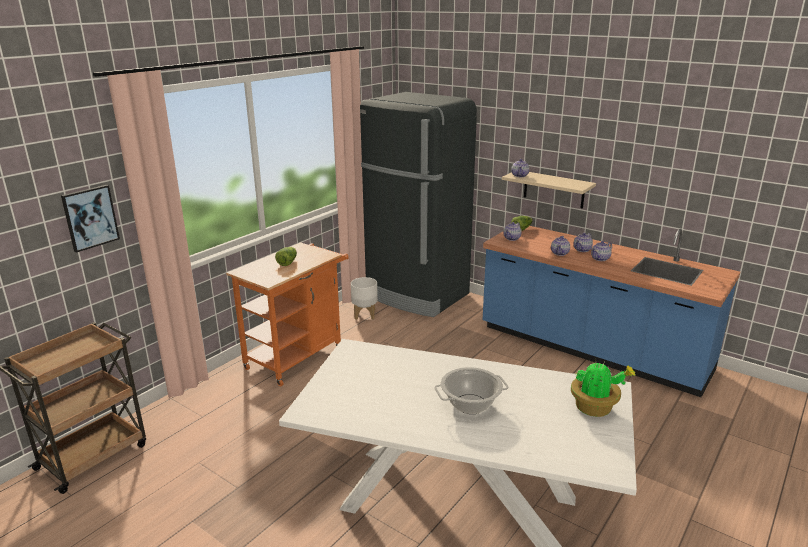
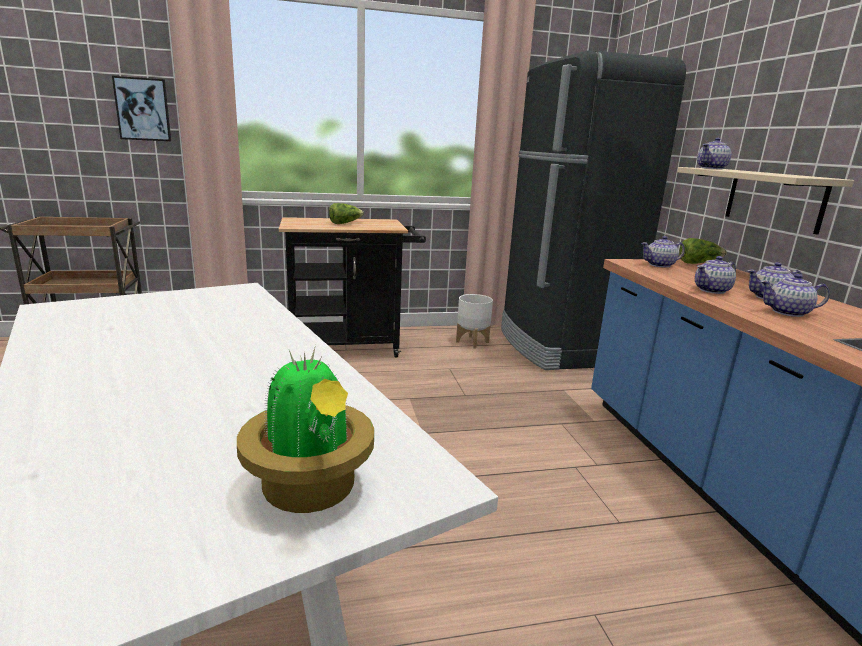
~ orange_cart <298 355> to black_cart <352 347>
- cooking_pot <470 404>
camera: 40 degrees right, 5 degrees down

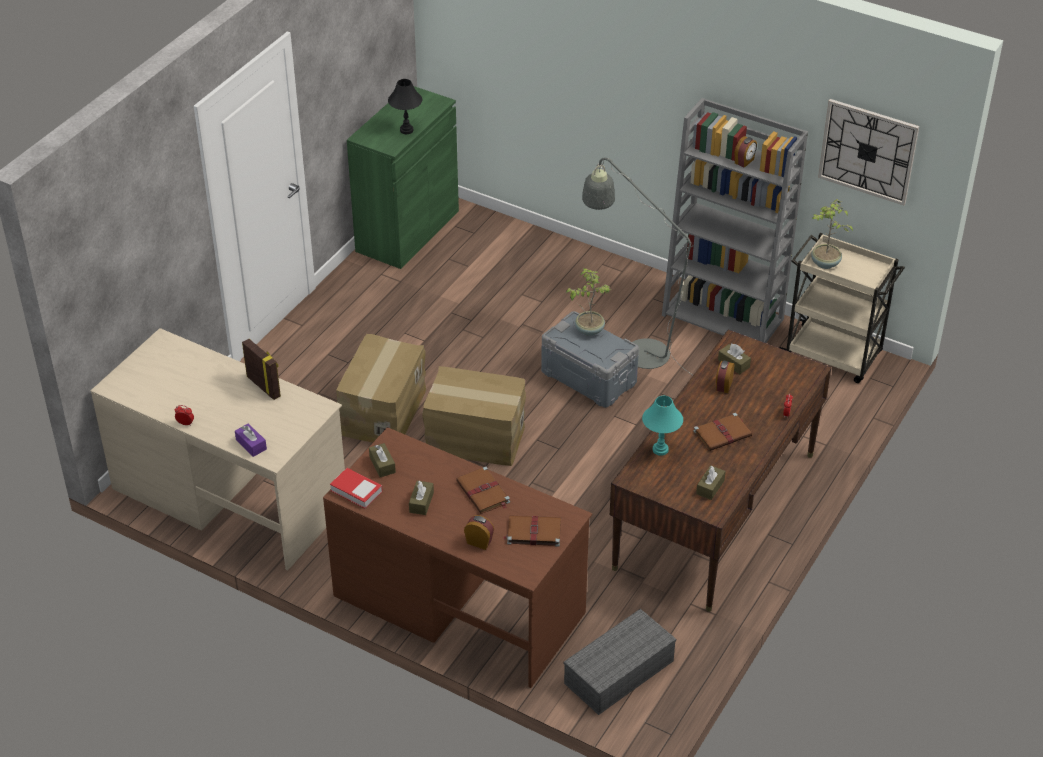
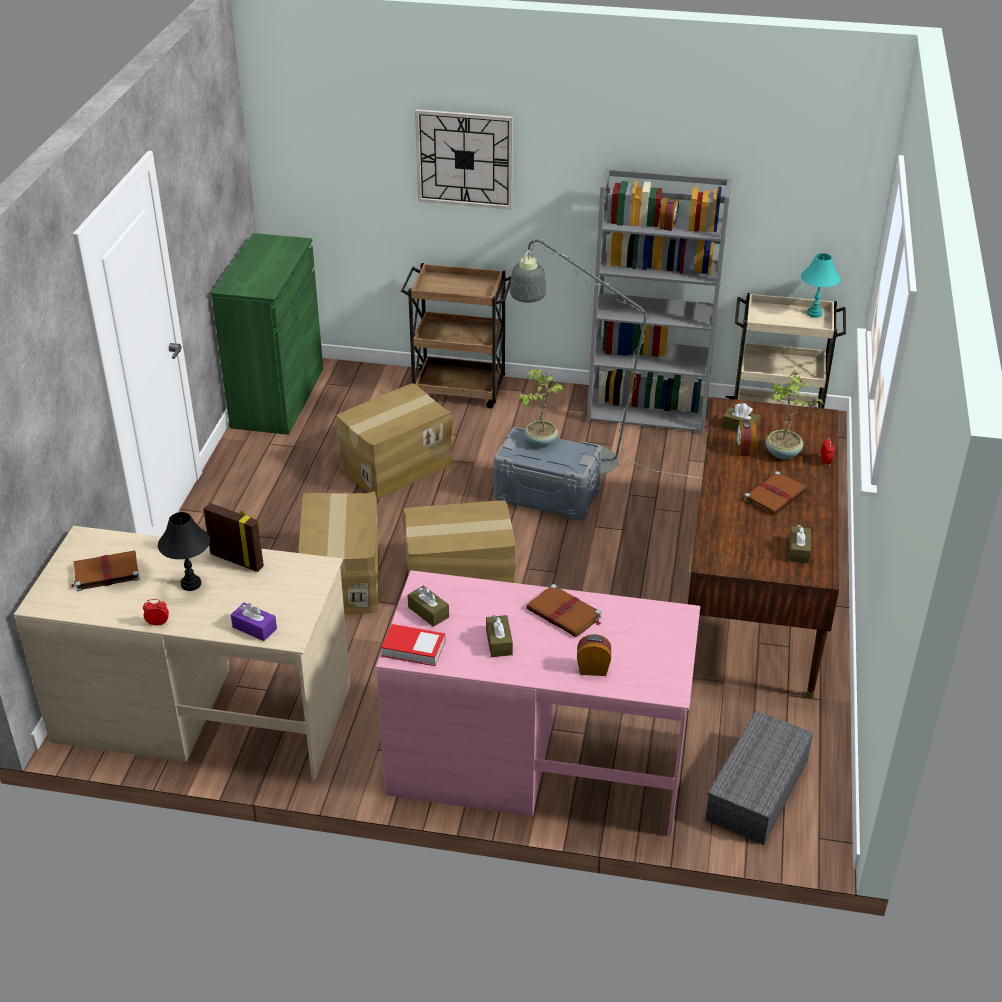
~ brown_desk <459 603> to pink_desk <537 763>
~ black_table_lamp <406 130> to <191 584>
~ brown_book <533 532> to <105 573>
~ turquoise_table_lamp <660 449> to <814 313>
~ potted_plant <825 264> to <782 454>
~ wall_clock <868 151> to <464 159>
+ cardboard_box <395 465>
+ brown_cart <459 389>
camera: 20 degrees left, 5 degrees down

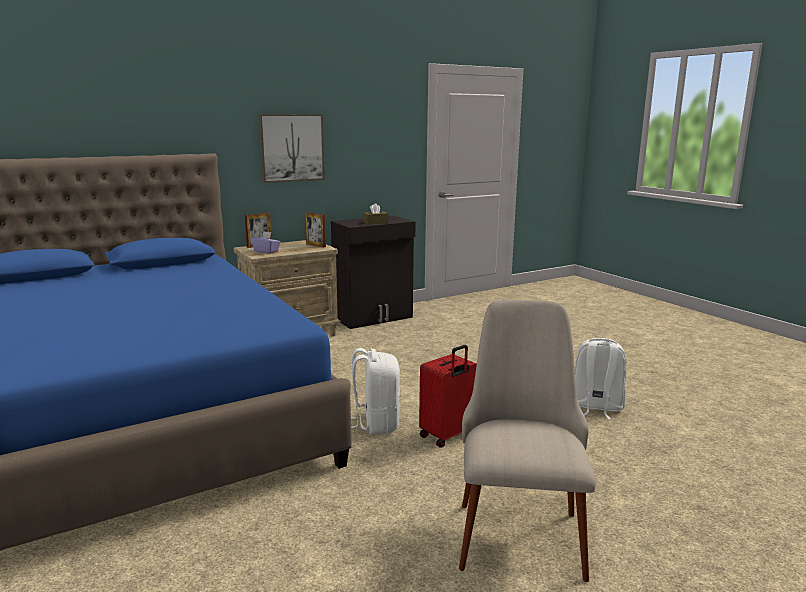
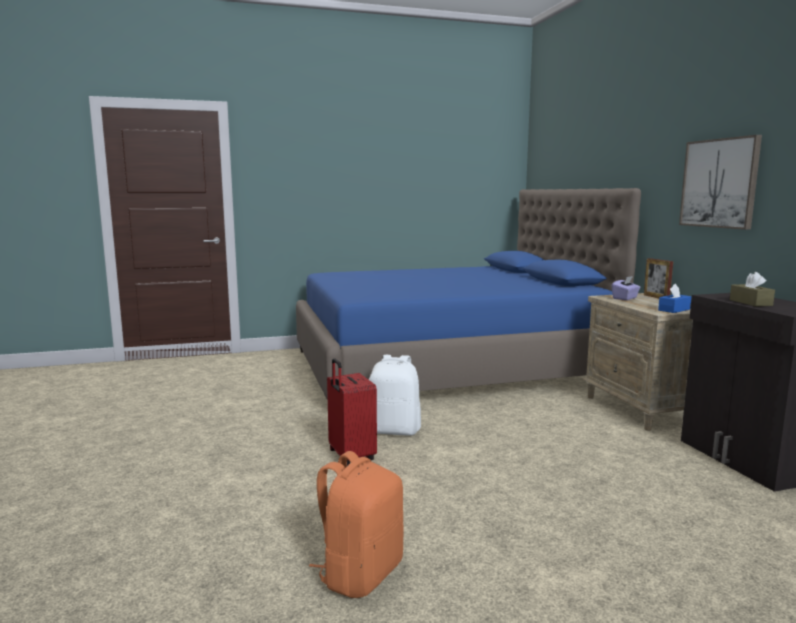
~ picture_frame <316 245> to blue_tissue_box <674 310>
- beige_chair <518 523>
~ white_backpack <595 406> to orange_backpack <360 573>
camera: 105 degrees right, 5 degrees down

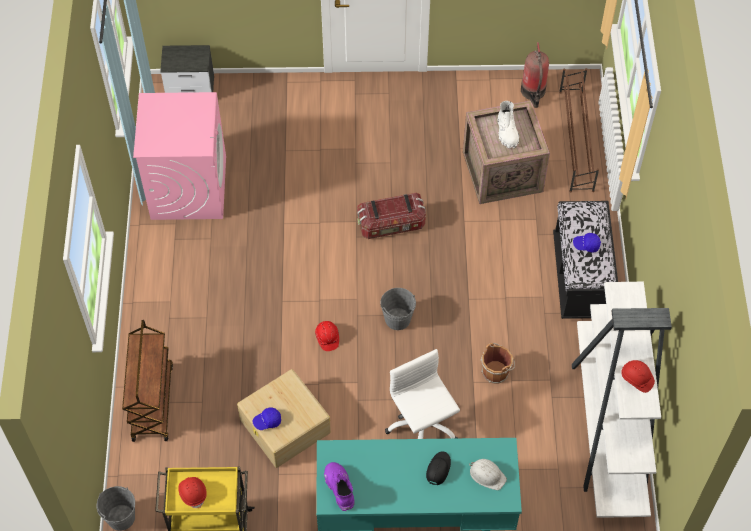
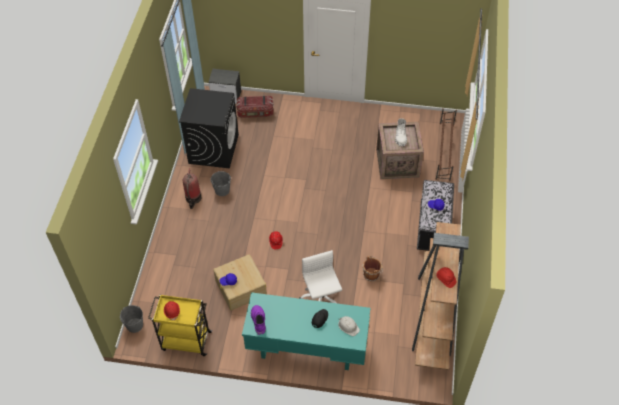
- brown_cart <152 402>
~ pink_washing_machine <188 187> to black_washing_machine <213 149>
~ storage_box <391 224> to <255 112>
~ grey_bucket <397 319> to <222 190>
~ fire_extinguisher <533 92> to <193 199>
~ white_bookcase <609 428> to brown_bookcase <434 316>
camera: 10 degrees right, 5 degrees down

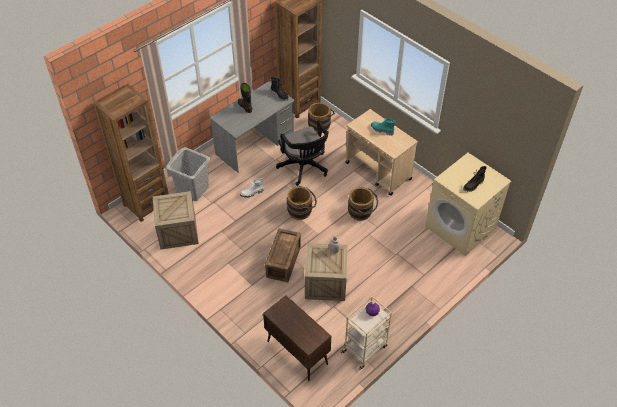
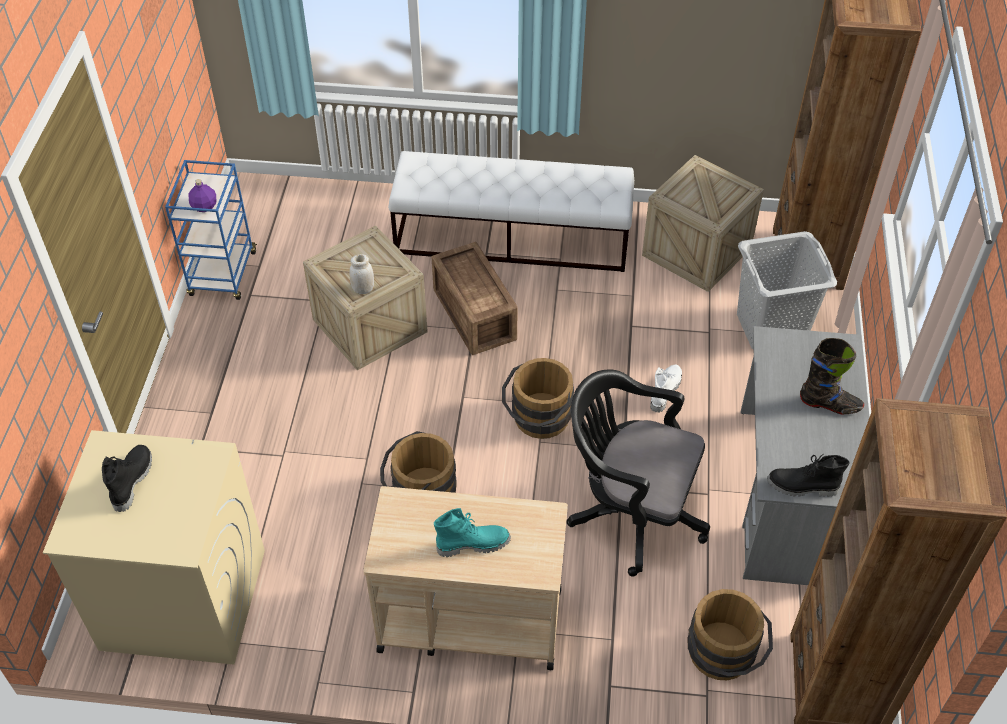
- brown_cabinet <296 352>
~ beige_cart <365 348> to blue_cart <223 275>
+ white_bench <513 238>
camera: 140 degrees right, 0 degrees up

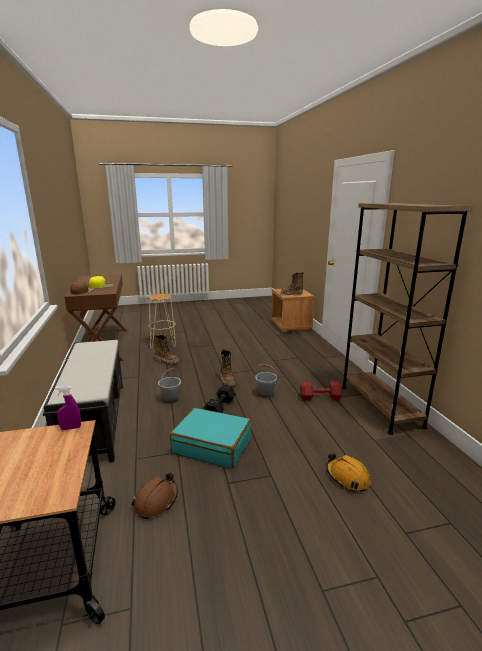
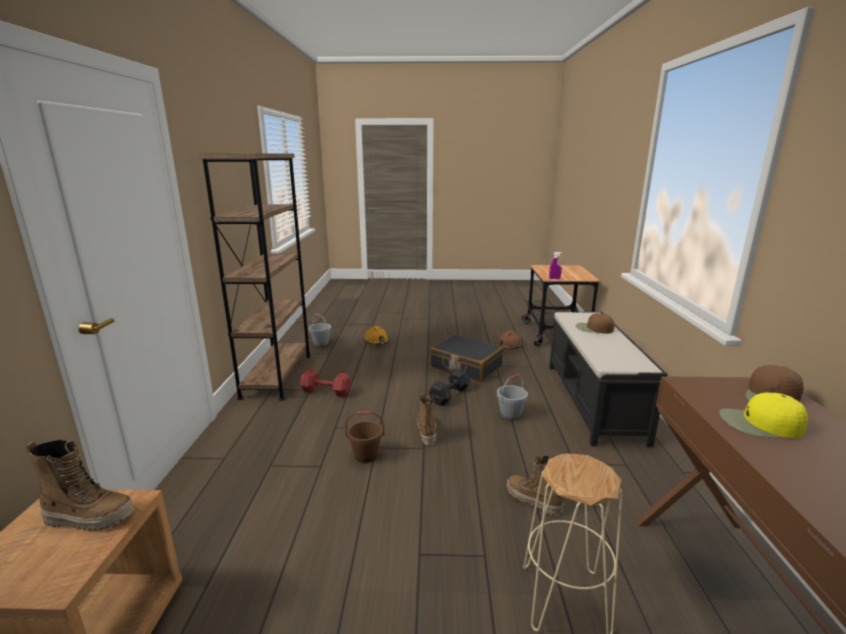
~ turquoise_suitcase <212 445> to black_suitcase <466 366>
~ grey_bucket <266 393> to <321 344>
+ brown_bucket <365 455>
+ brown_cap <593 328>
camera: 165 degrees left, 0 degrees up

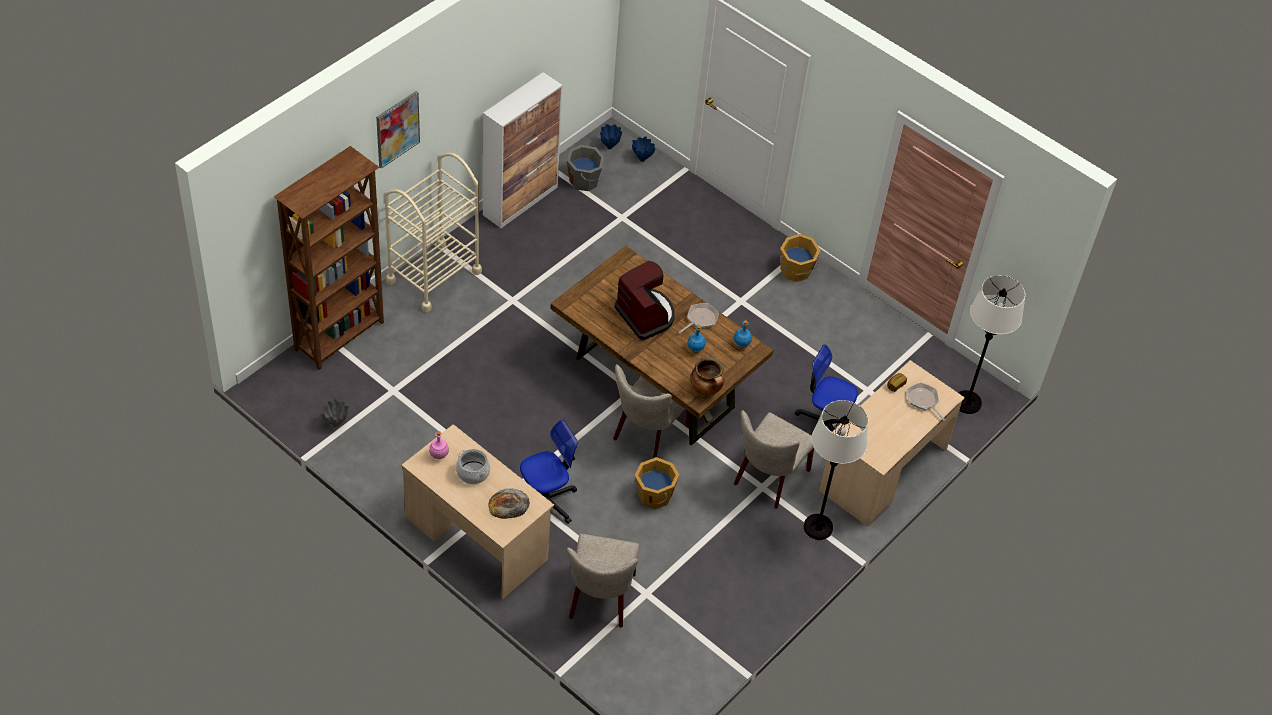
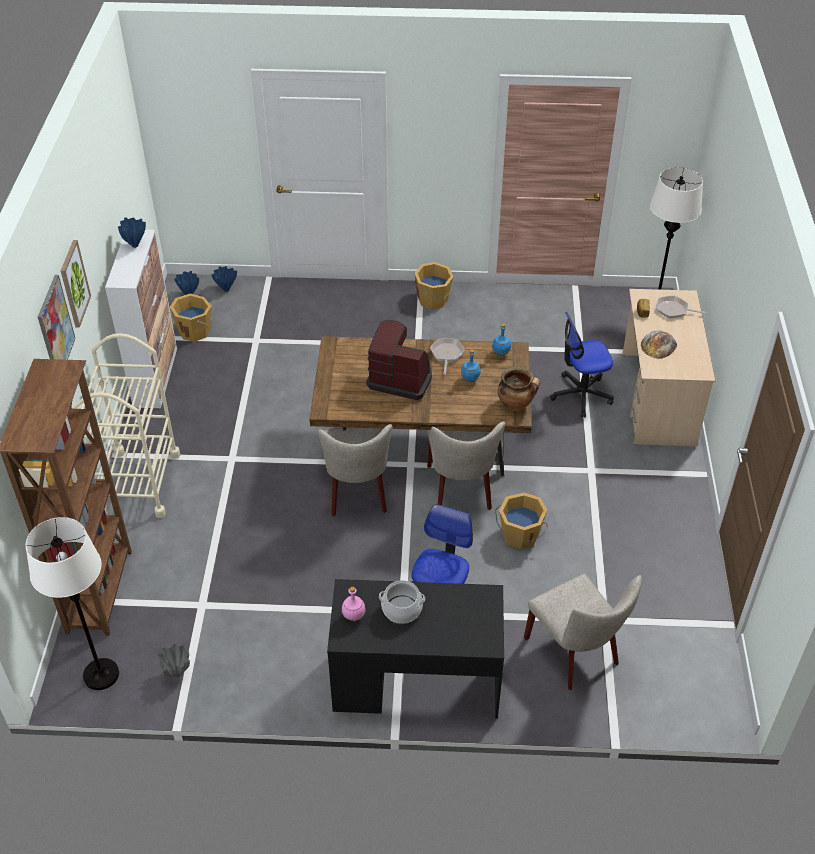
~ beige_desk <476 538> to black_desk <416 681>
~ bread <508 504> to <658 345>
~ grey_bucket <584 180> to orange_bucket <195 331>
~ beige_chair <768 479> to <357 493>
~ white_floor_lamp <818 527> to <101 675>
+ picture <74 283>
+ blue_vase <135 246>
camera: 35 degrees left, 5 degrees down

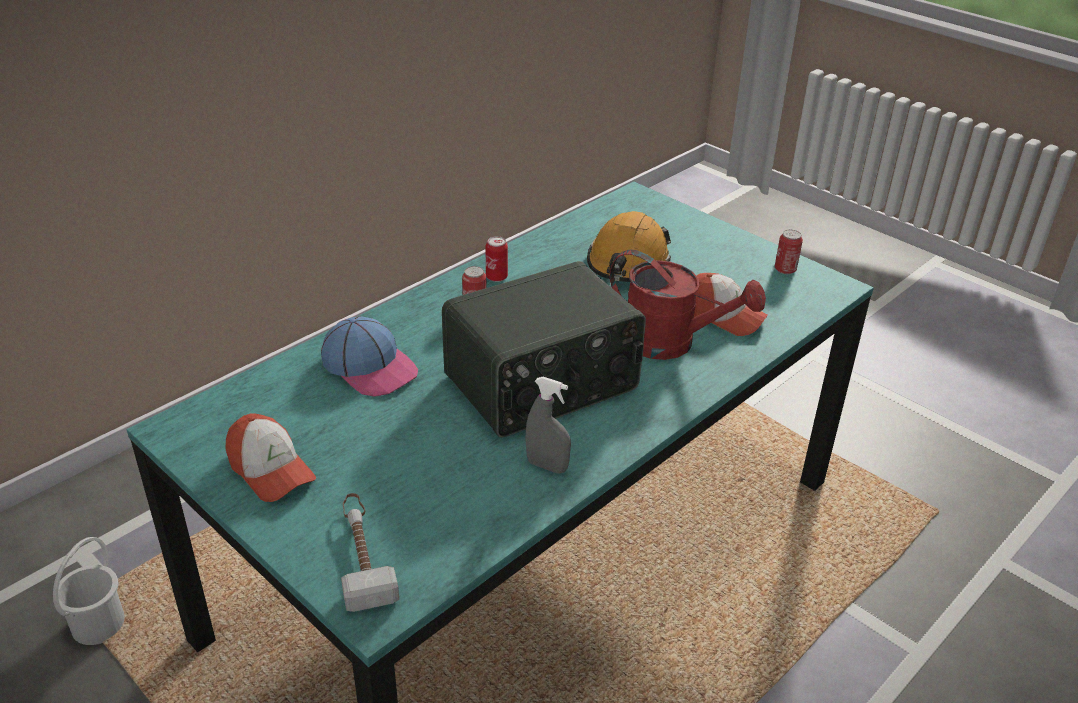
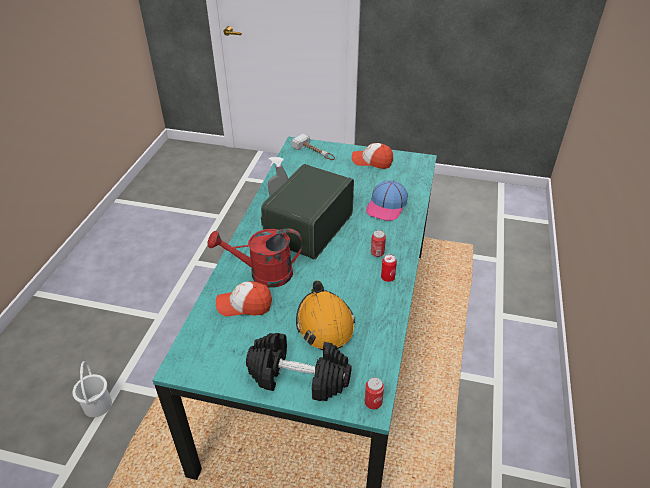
~ white_bucket <97 624> to <98 404>
~ cap <370 367> = <387 206> 75 degrees counterclockwise
~ can <785 269> to <373 402>
+ black_dumbbell <299 377>
camera: 150 degrees right, 5 degrees up

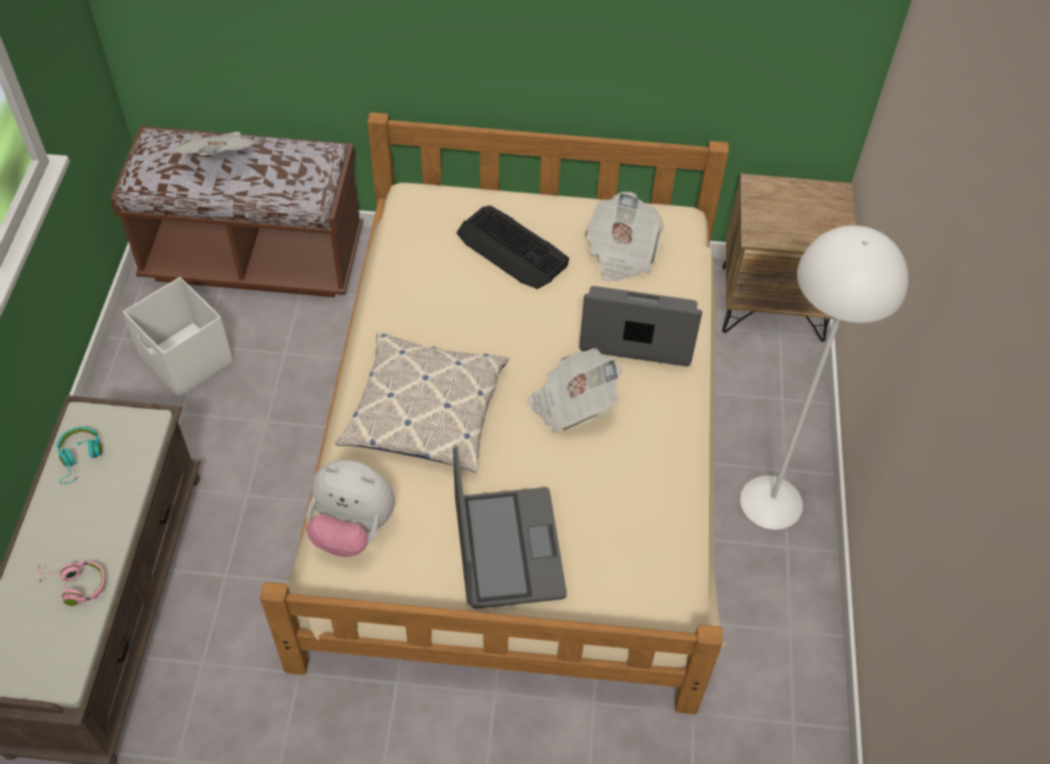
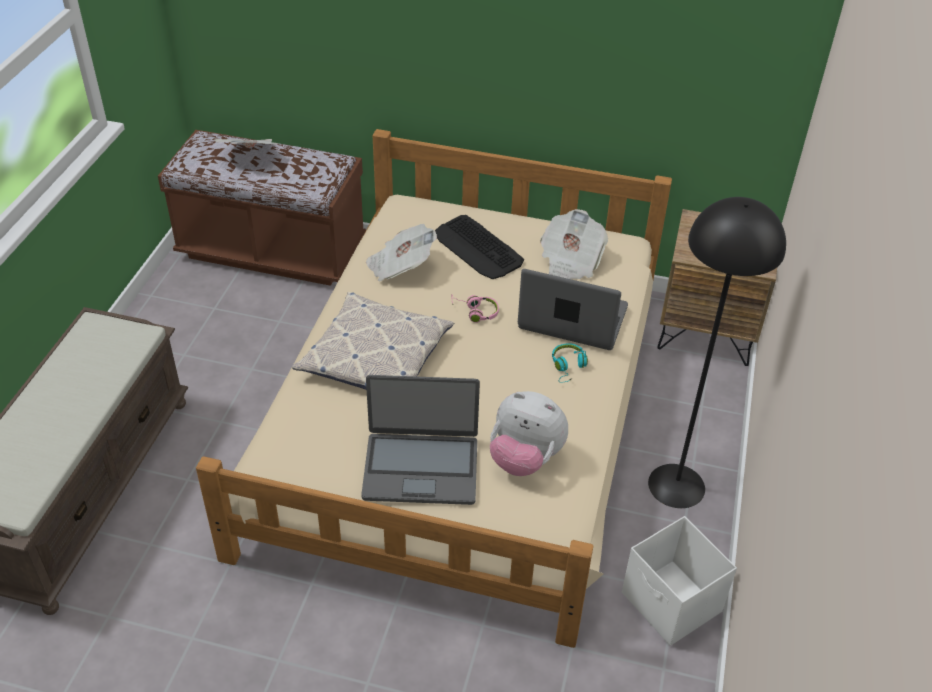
~ pink_headphones <75 585> to <475 312>
~ turquoise_headphones <80 457> to <568 367>
~ white_storage_box <186 361> to <671 604>
~ plush_toy <352 529> to <525 459>
~ laptop <507 549> = <421 468> 90 degrees clockwise
~ newspaper <572 404> to <400 267>
~ white_floor_lamp <770 502> to black_floor_lamp <676 485>
camera: 10 degrees right, 10 degrees down

